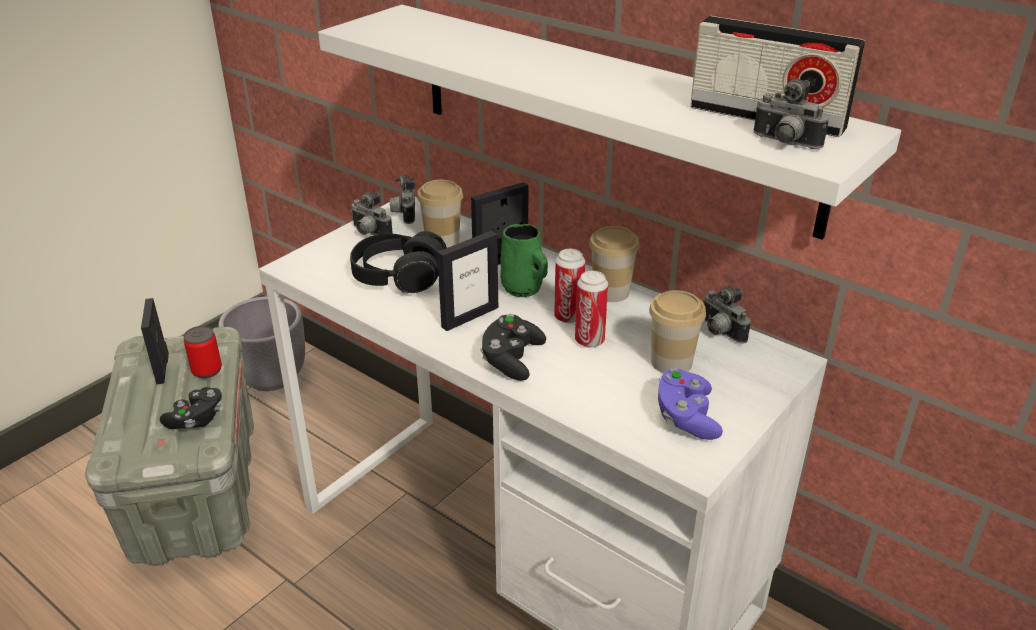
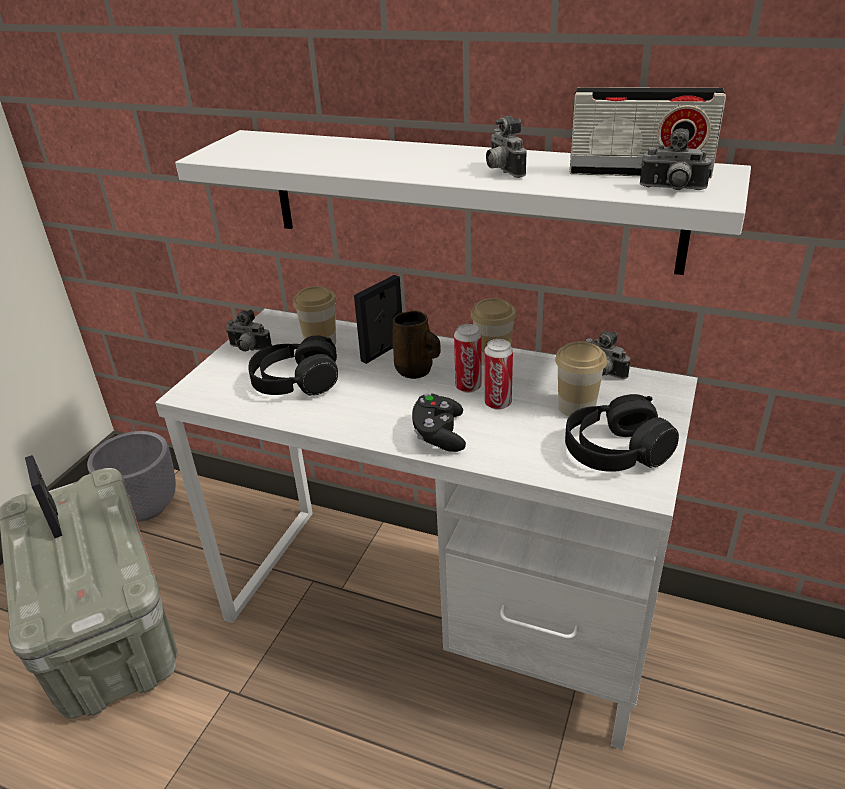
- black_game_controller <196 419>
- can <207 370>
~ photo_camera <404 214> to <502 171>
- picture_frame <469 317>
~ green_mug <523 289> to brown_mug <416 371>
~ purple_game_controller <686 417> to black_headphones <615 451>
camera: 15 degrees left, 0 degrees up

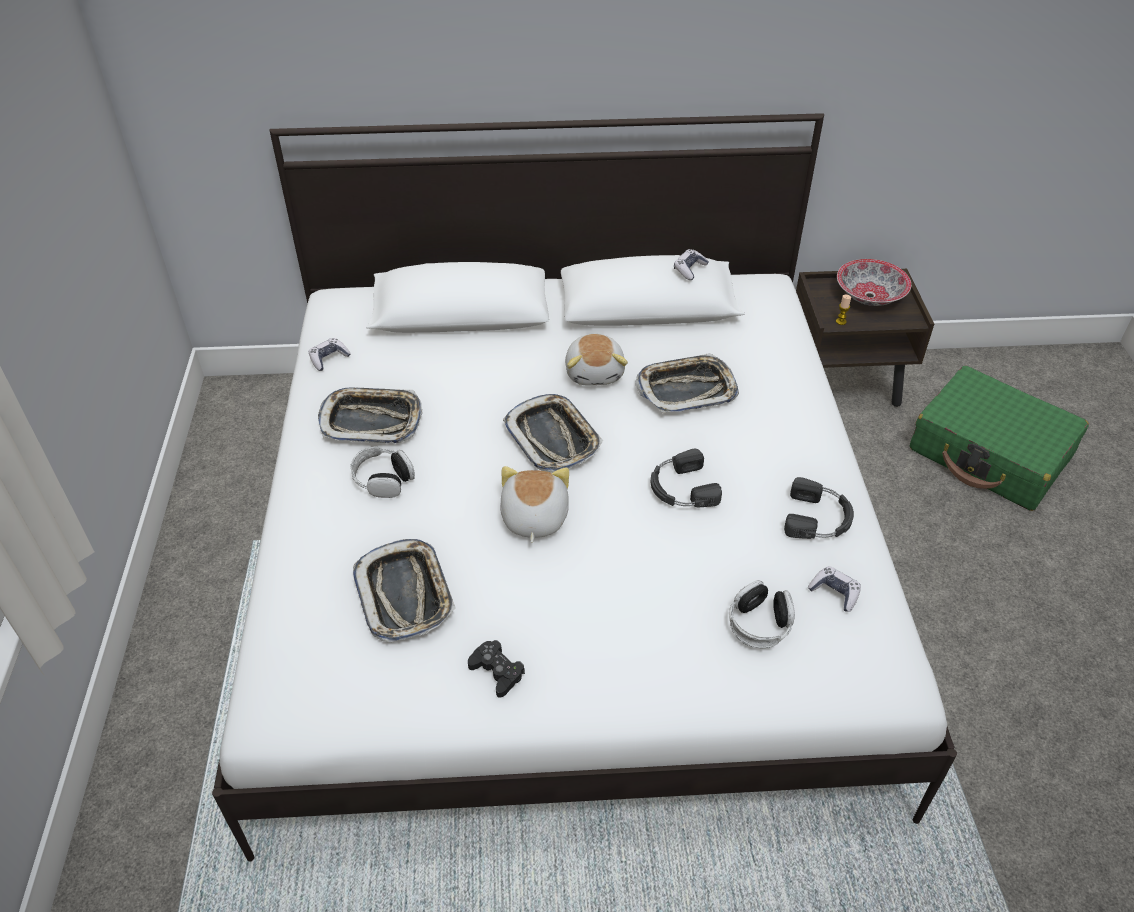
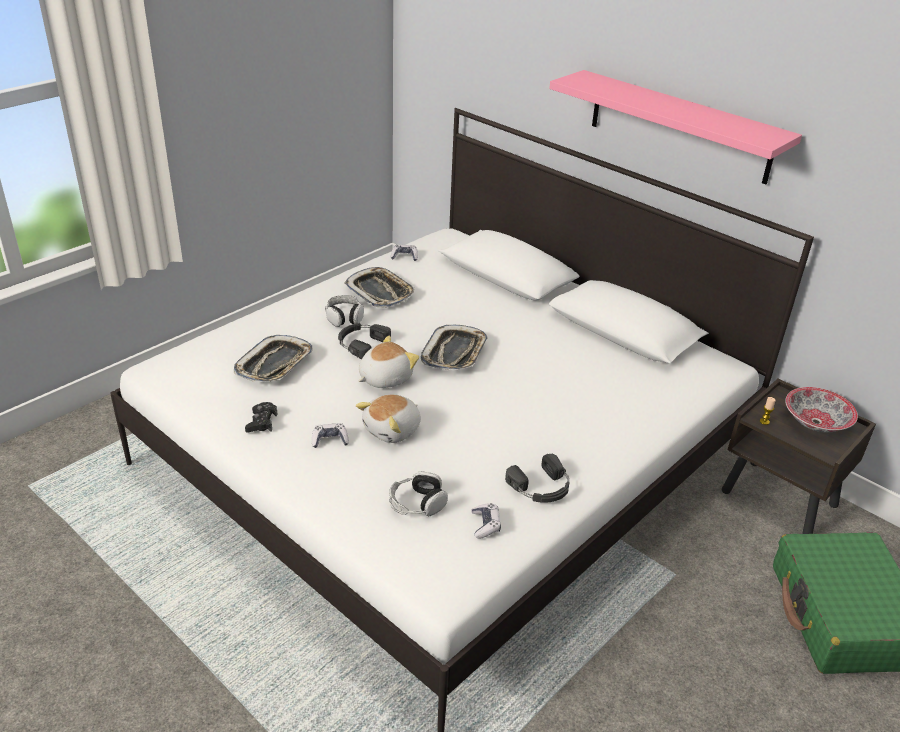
~ plush_toy <595 372> to <393 430>
- tray <686 389>
~ black_headphones <681 488> to <361 343>
~ game_controller <689 269> to <330 440>
+ pink_shelf <679 126>
camera: 45 degrees right, 10 degrees down

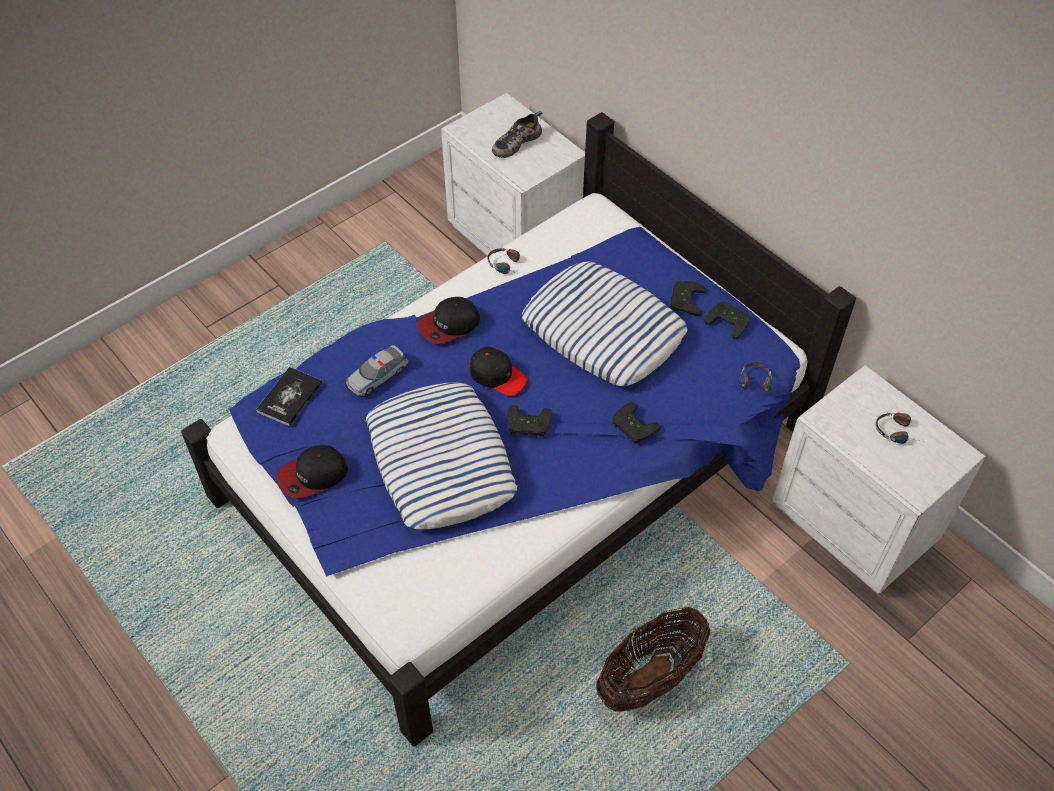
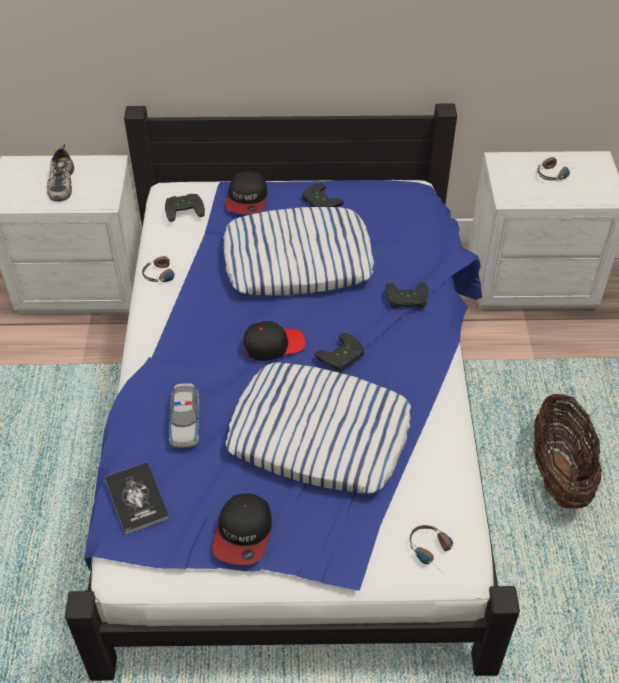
~ cap <449 325> to <247 199>
~ black_game_controller <729 320> to <184 208>
~ headphones <754 386> to <433 552>
camera: 50 degrees left, 5 degrees down

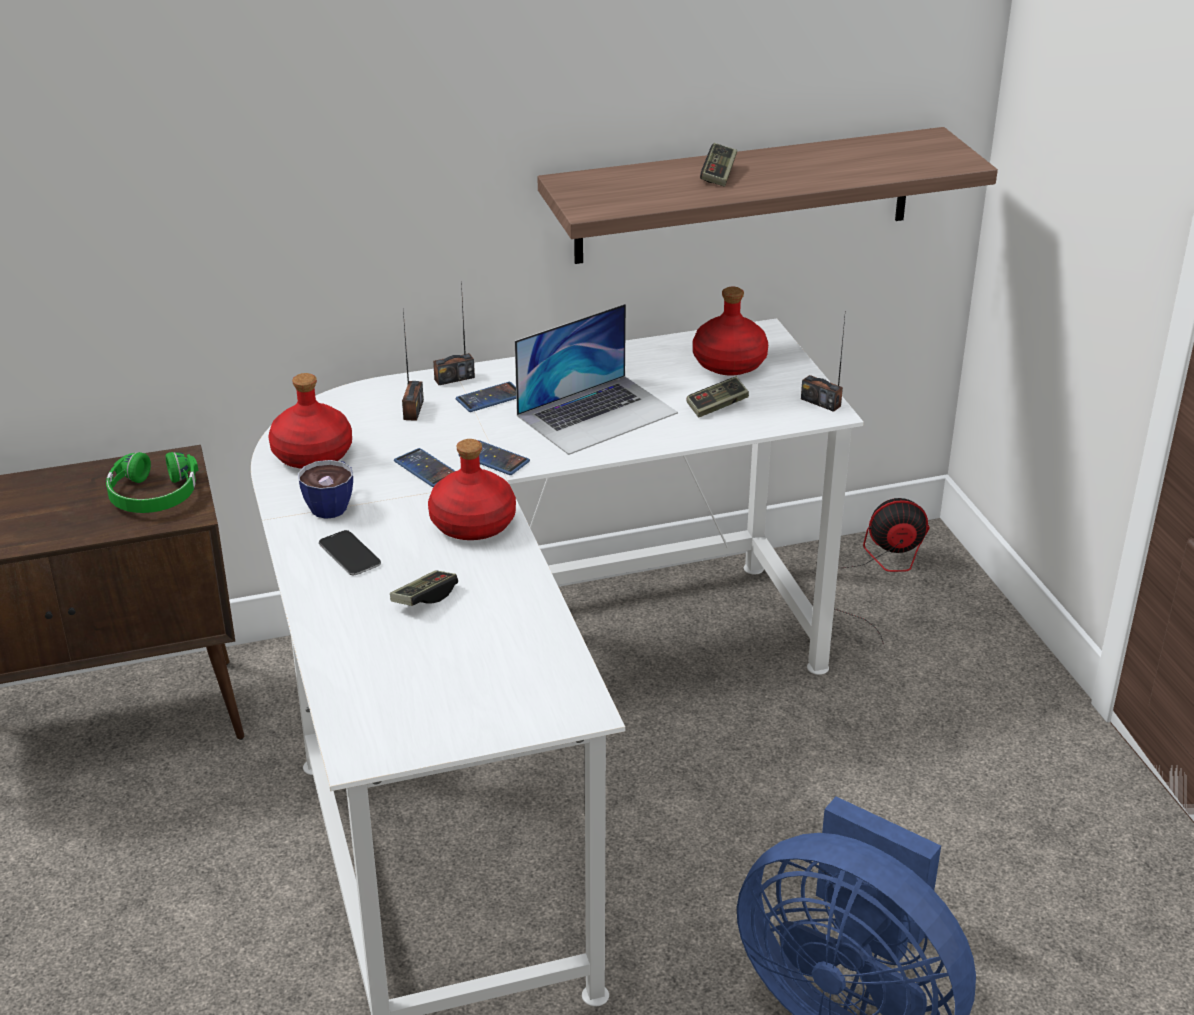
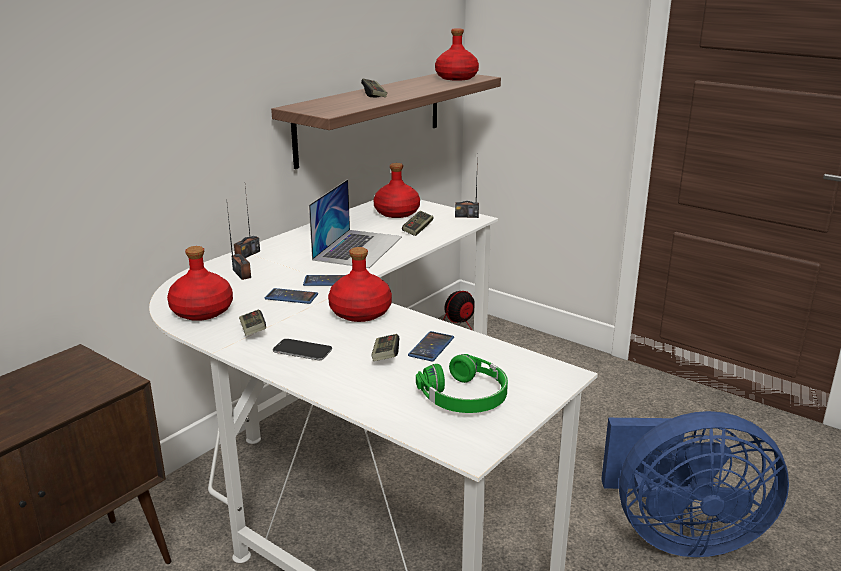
~ green_headphones <153 495> to <465 396>
~ cup <332 504> to game_controller <253 330>
~ phone <490 398> to <431 347>
+ red_bottle <456 78>
camera: 35 degrees left, 10 degrees down

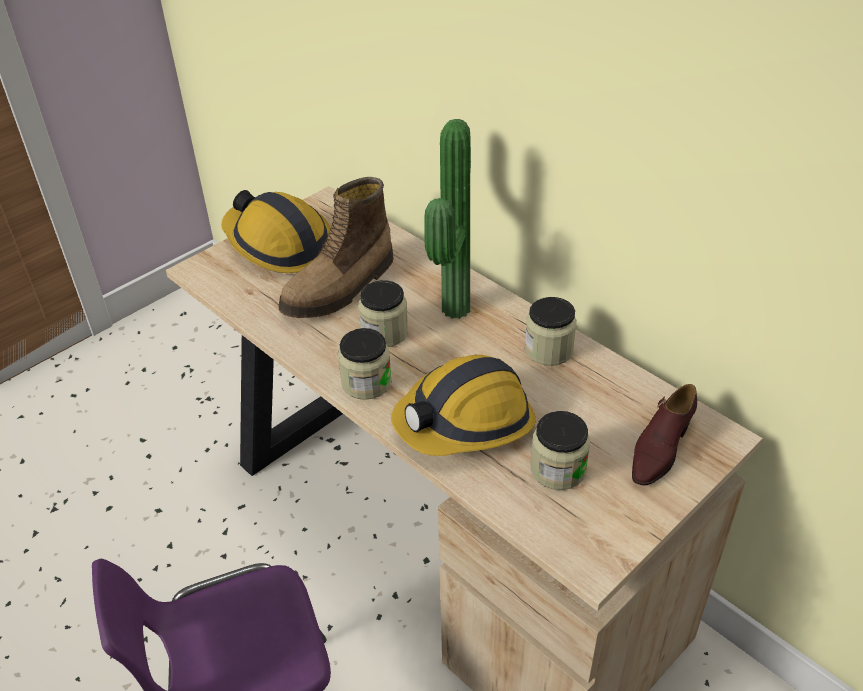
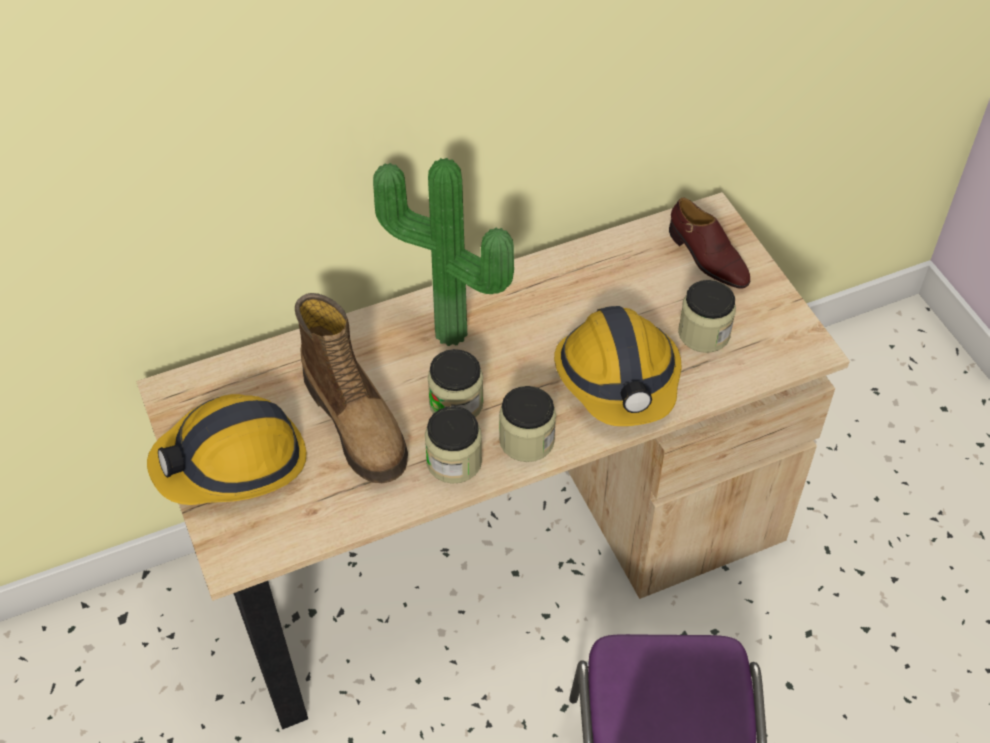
~ jar <548 350> to <454 461>
camera: 70 degrees left, 10 degrees up

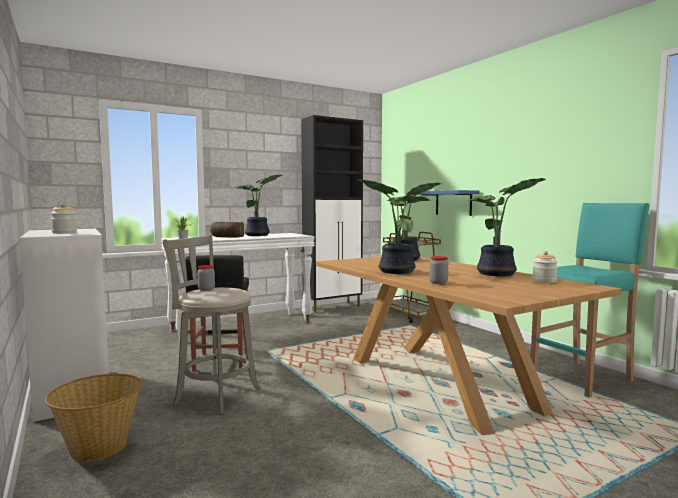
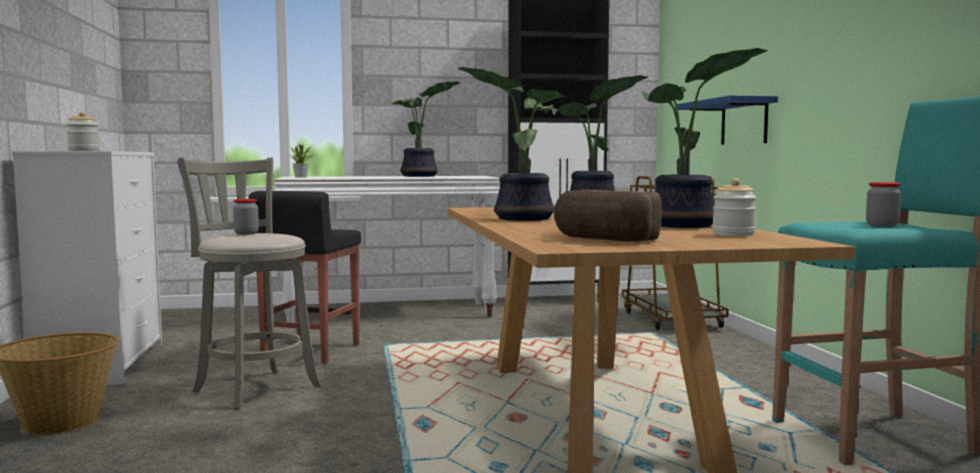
~ bread <226 237> to <603 239>
~ jar <438 283> to <882 225>
camera: 20 degrees right, 0 degrees up

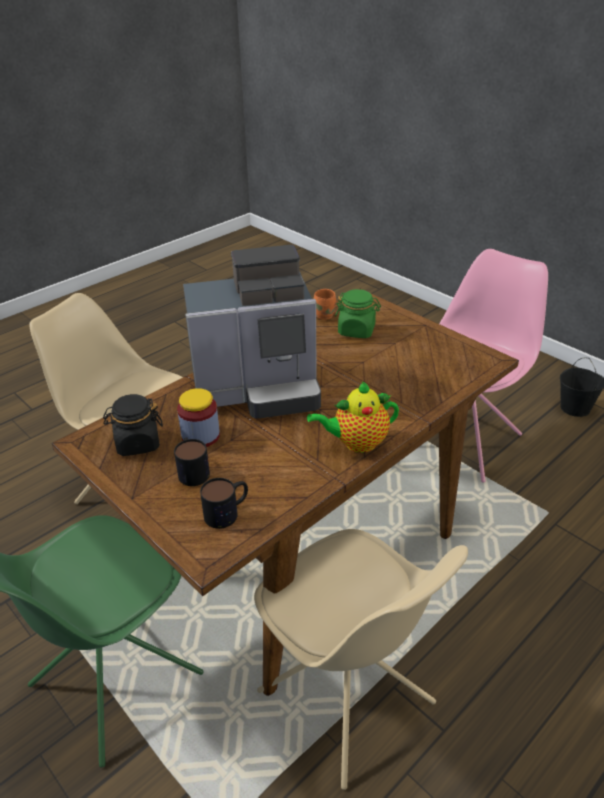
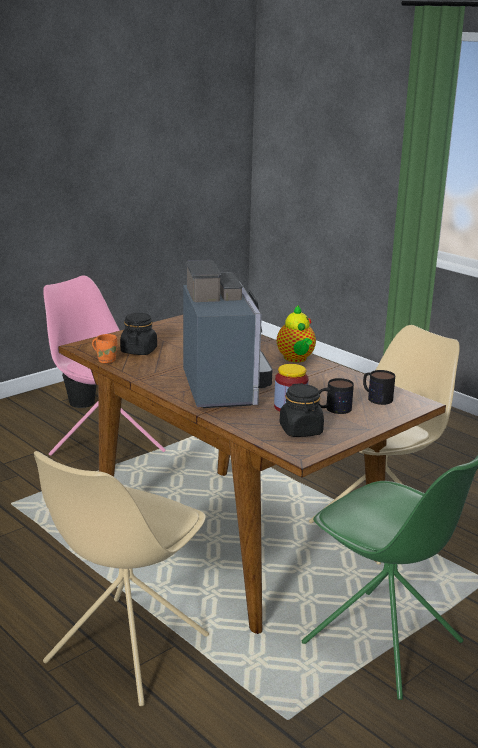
~ green_jar <356 330> to black_jar <139 351>
camera: 90 degrees left, 15 degrees down

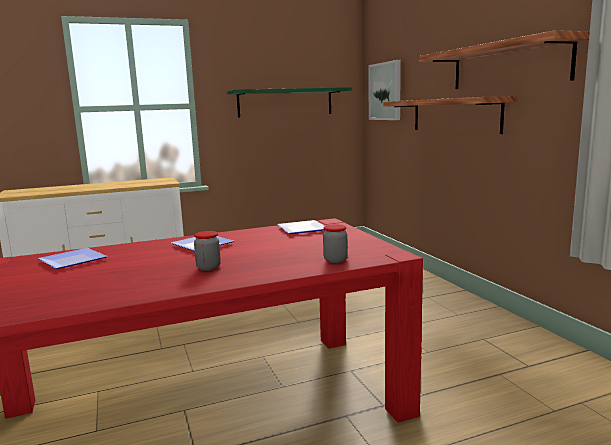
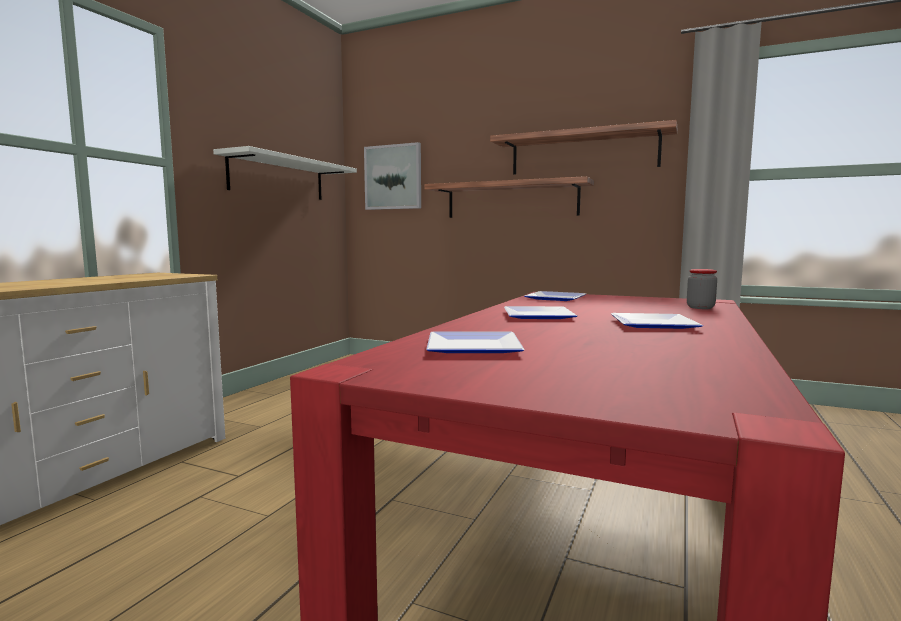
~ jar <208 267> to plate <651 325>
~ green_shelf <285 102> to white_shelf <278 178>
camera: 45 degrees left, 5 degrees down

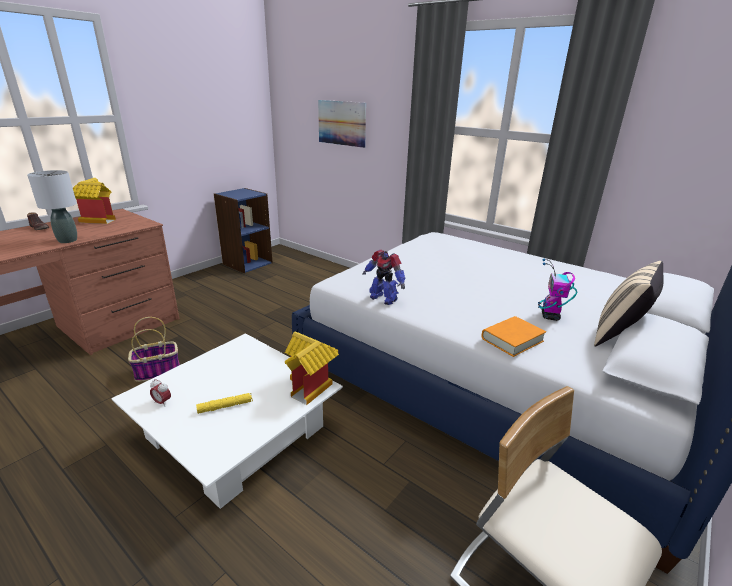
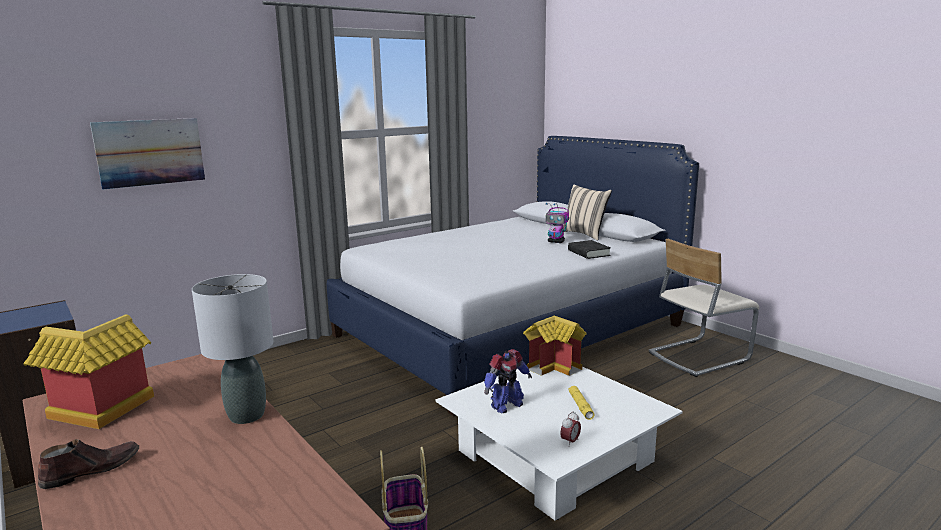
~ toy_robot <383 298> to <506 405>
~ orange_book <512 340> to black_book <588 253>
camera: 75 degrees left, 10 degrees down

